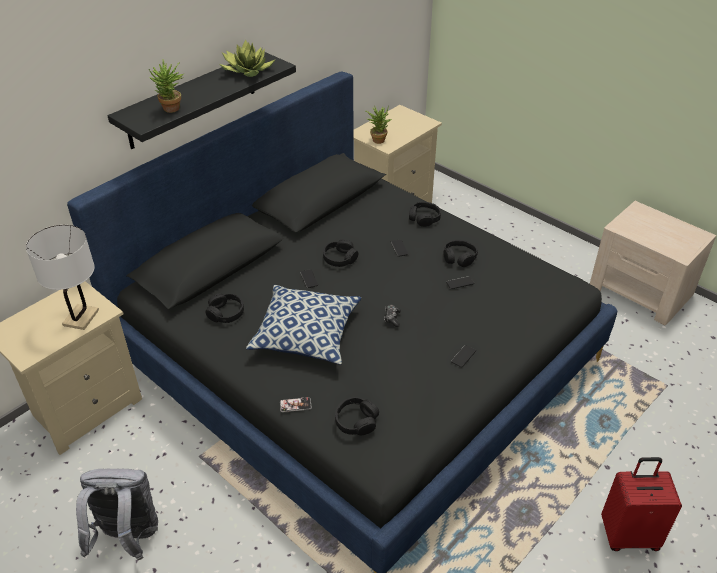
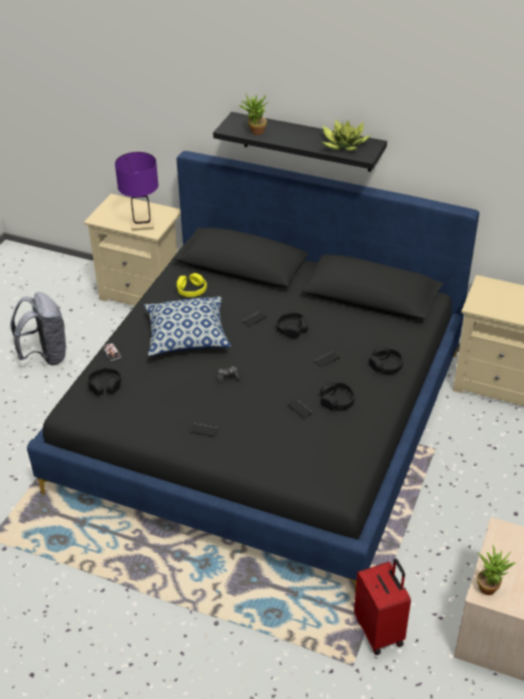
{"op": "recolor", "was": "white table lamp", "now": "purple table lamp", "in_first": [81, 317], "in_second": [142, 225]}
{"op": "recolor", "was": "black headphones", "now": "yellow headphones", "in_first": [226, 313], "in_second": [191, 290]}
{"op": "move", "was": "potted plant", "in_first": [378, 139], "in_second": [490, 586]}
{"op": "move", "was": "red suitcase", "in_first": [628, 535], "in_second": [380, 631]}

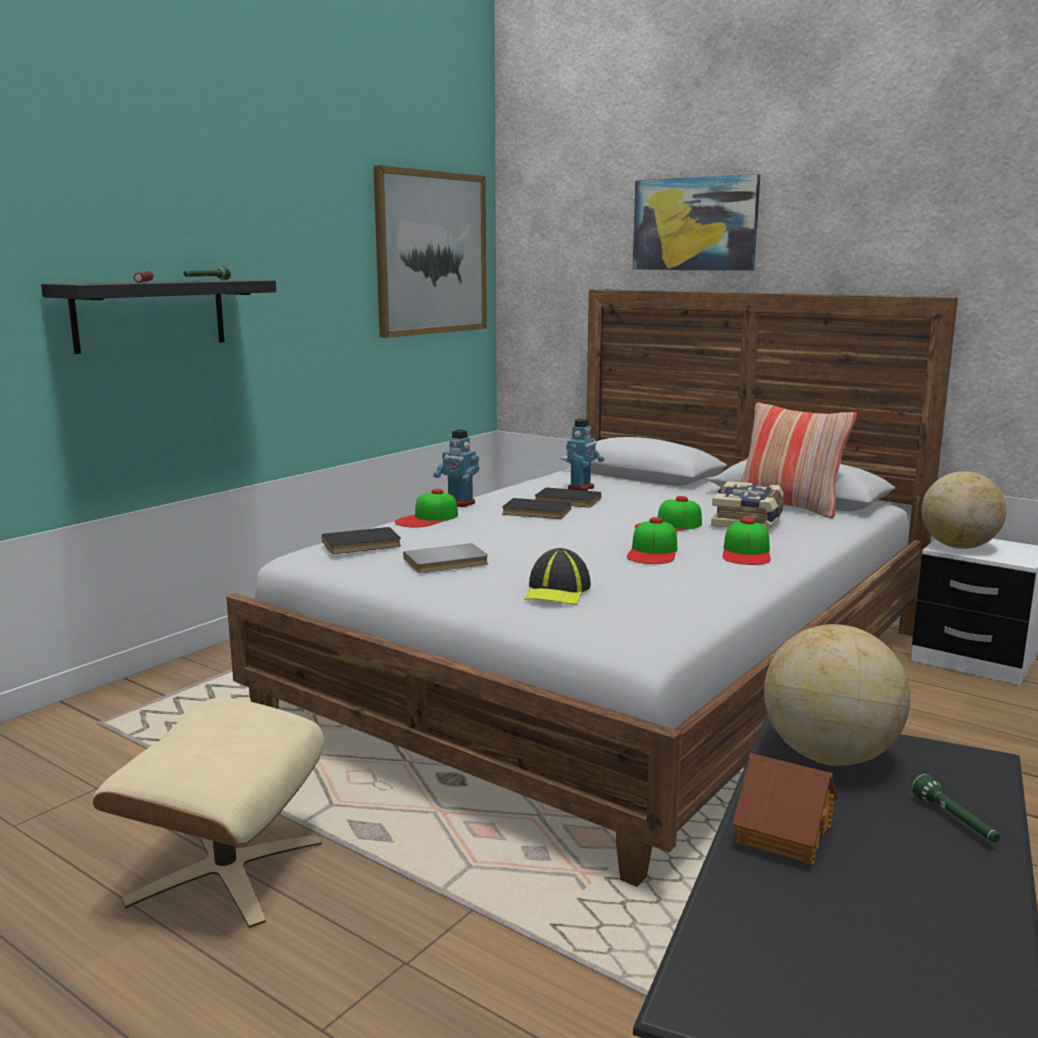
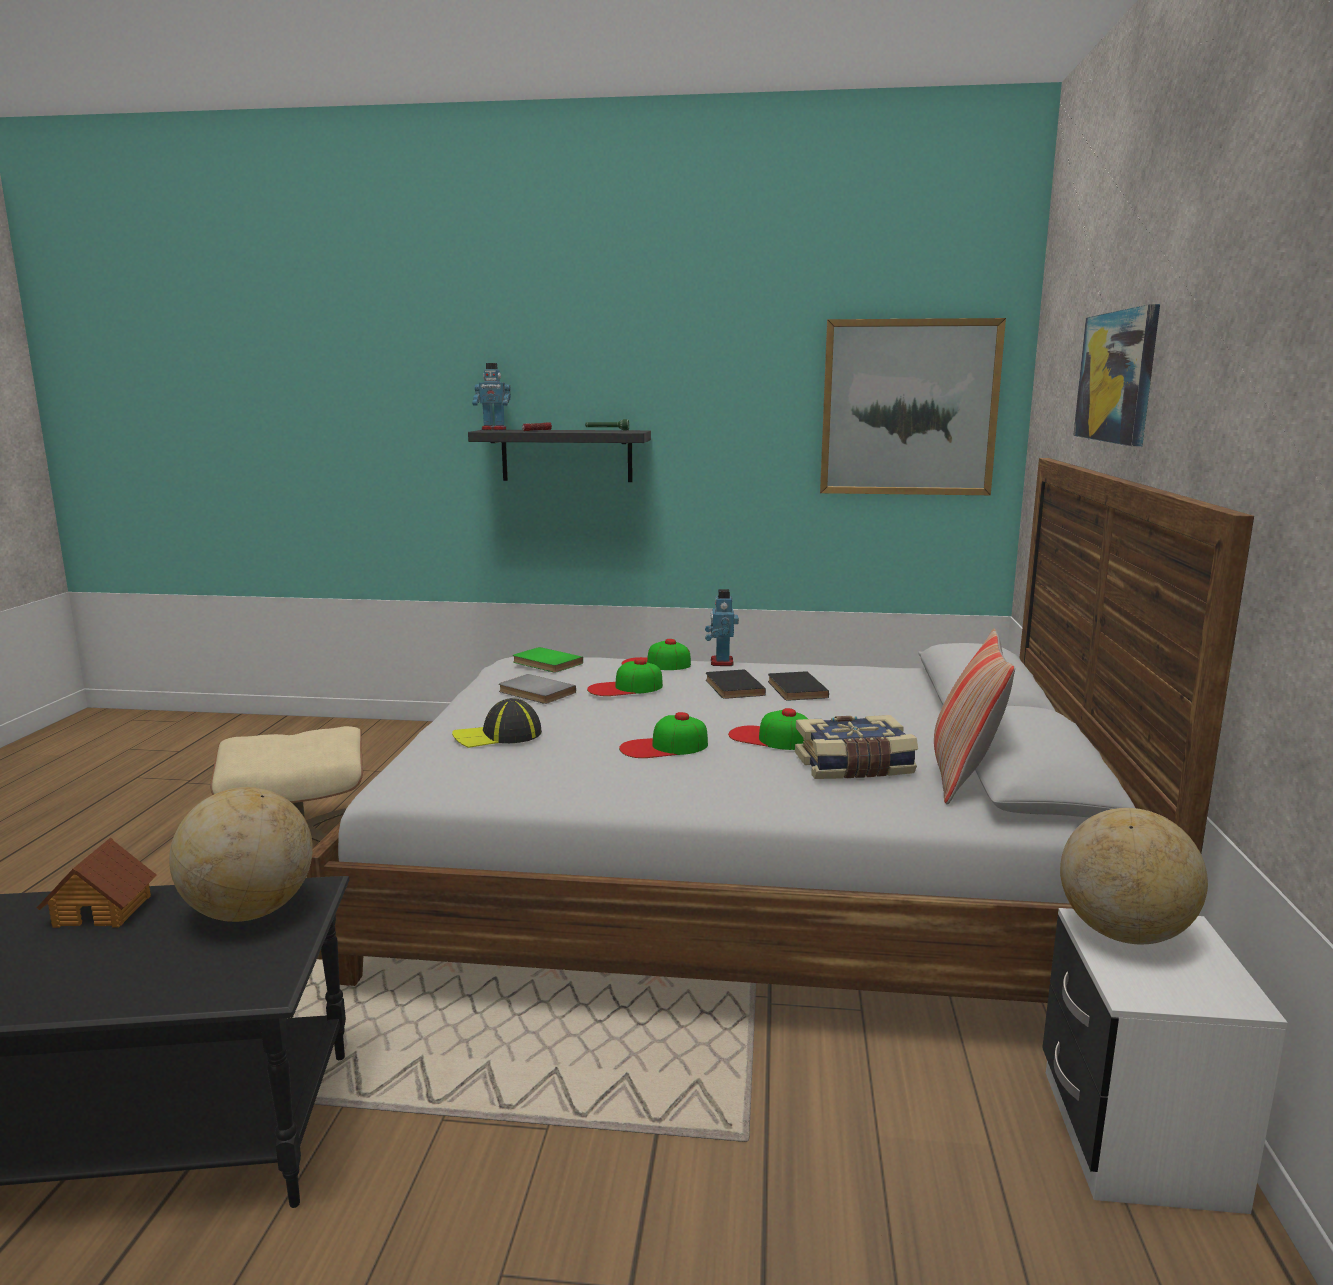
{"op": "recolor", "was": "black book", "now": "green book", "in_first": [362, 544], "in_second": [545, 663]}
{"op": "move", "was": "toy robot", "in_first": [581, 488], "in_second": [494, 429]}
{"op": "move", "was": "cap", "in_first": [746, 552], "in_second": [625, 688]}
{"op": "delete", "was": "green flashlight", "in_first": [955, 821]}

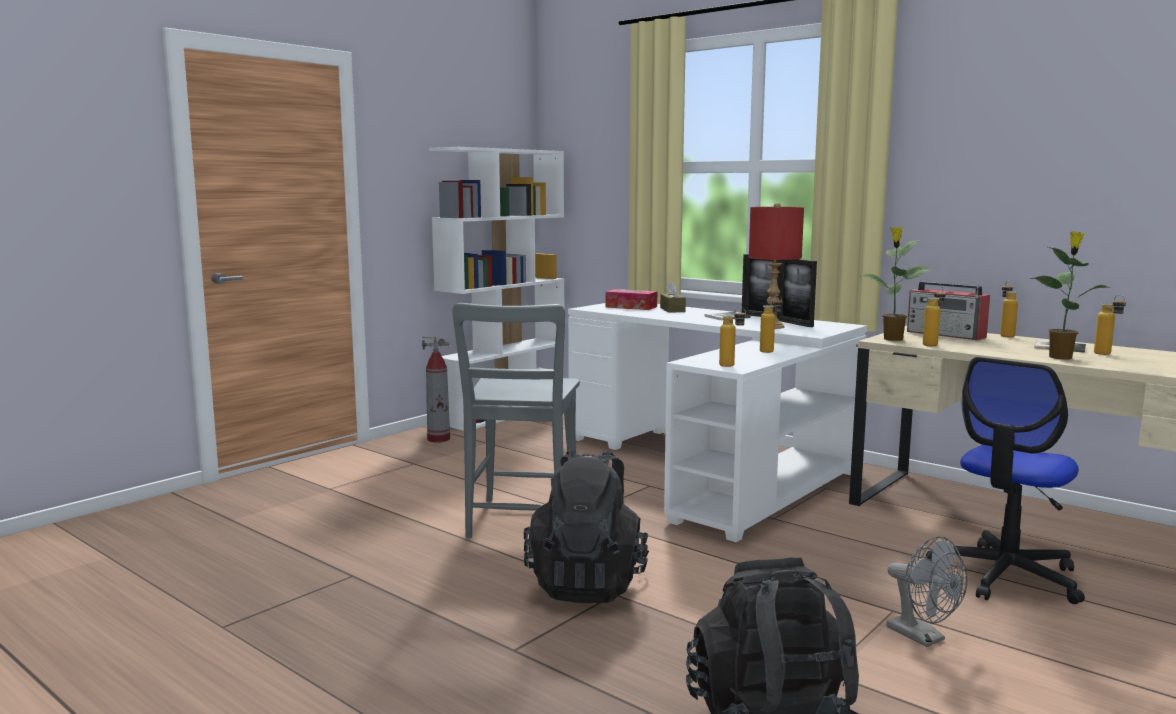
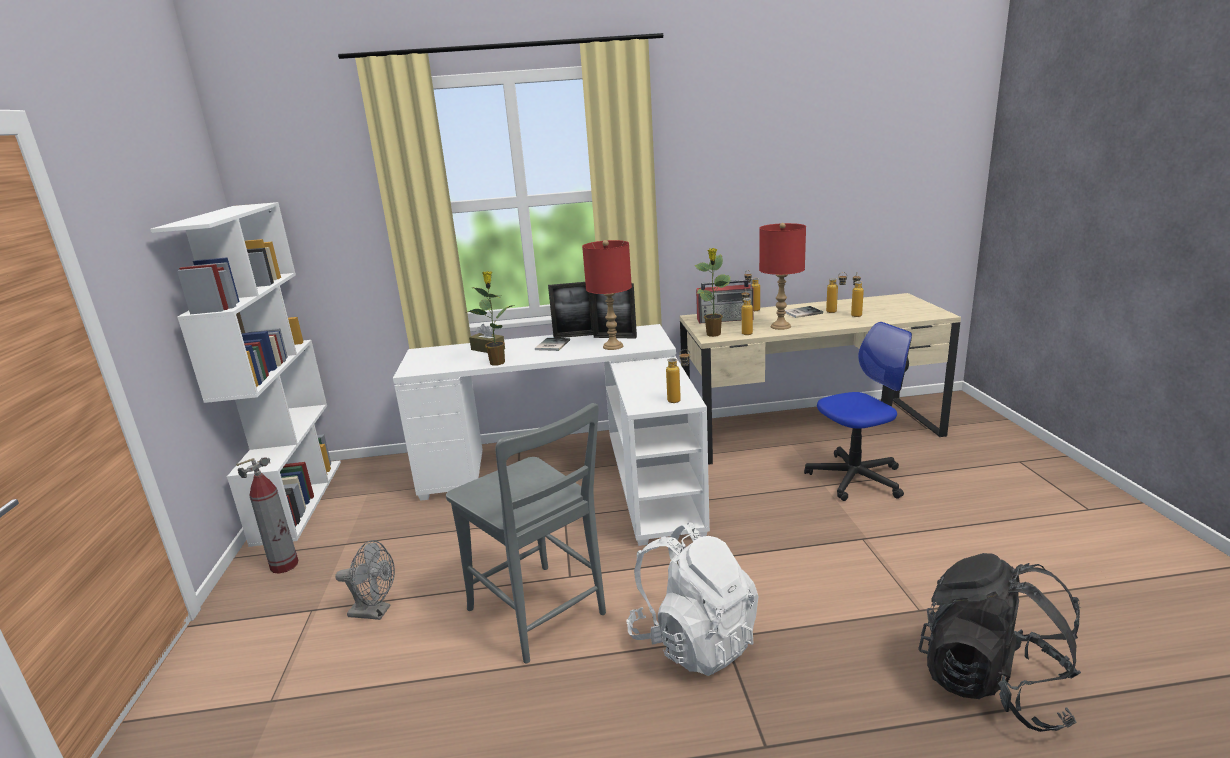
{"op": "recolor", "was": "black backpack", "now": "white backpack", "in_first": [588, 584], "in_second": [694, 641]}
{"op": "delete", "was": "tissue box", "in_first": [631, 307]}
{"op": "move", "was": "bottle", "in_first": [770, 351], "in_second": [855, 314]}
{"op": "move", "was": "grey fan", "in_first": [923, 637], "in_second": [375, 612]}
{"op": "rotate", "was": "office chair", "in_first": [1006, 575], "in_second": [855, 478], "clockwise": -105}
{"op": "move", "was": "potted plant", "in_first": [1061, 357], "in_second": [497, 362]}
{"op": "insert", "now": "red table lamp", "in_second": [780, 326]}

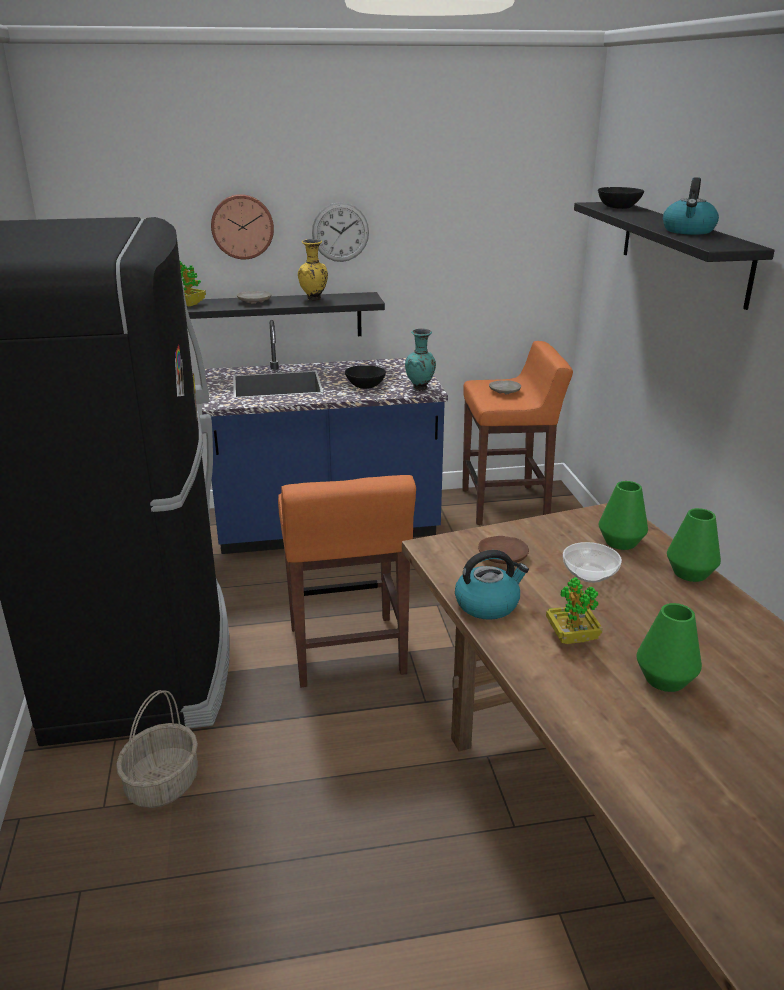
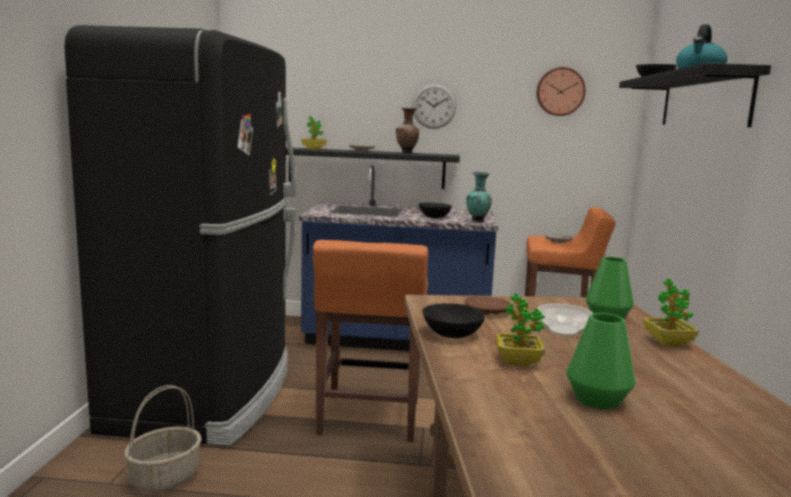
{"op": "move", "was": "wall clock", "in_first": [242, 226], "in_second": [560, 91]}
{"op": "recolor", "was": "yellow vase", "now": "brown vase", "in_first": [314, 299], "in_second": [407, 153]}
{"op": "replace", "was": "kettle", "now": "black bowl", "in_first": [488, 604], "in_second": [451, 334]}
{"op": "replace", "was": "green vase", "now": "potted plant", "in_first": [690, 573], "in_second": [668, 342]}

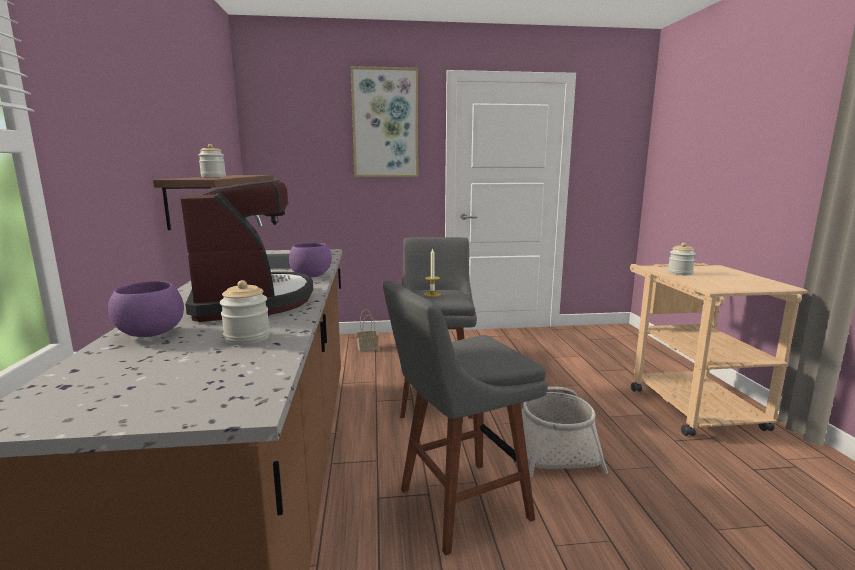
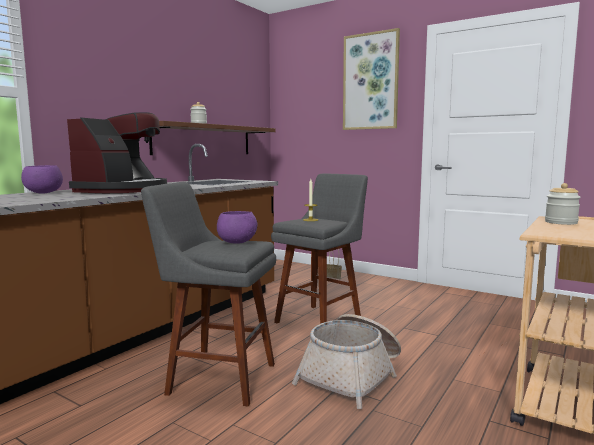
{"op": "delete", "was": "jar", "in_first": [247, 338]}
{"op": "move", "was": "purple bowl", "in_first": [312, 276], "in_second": [237, 243]}

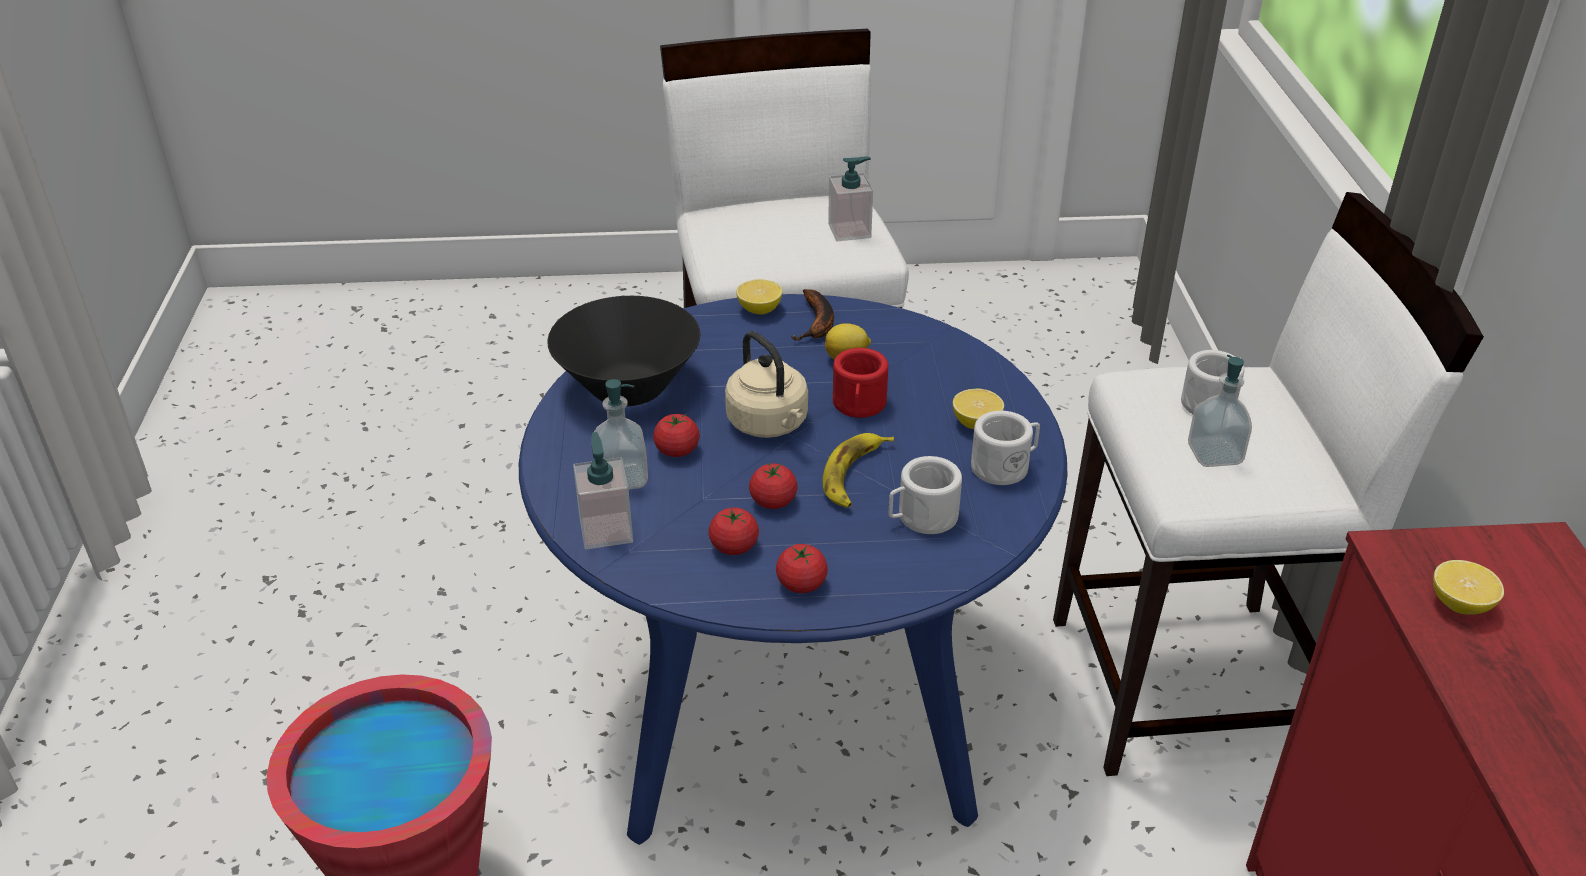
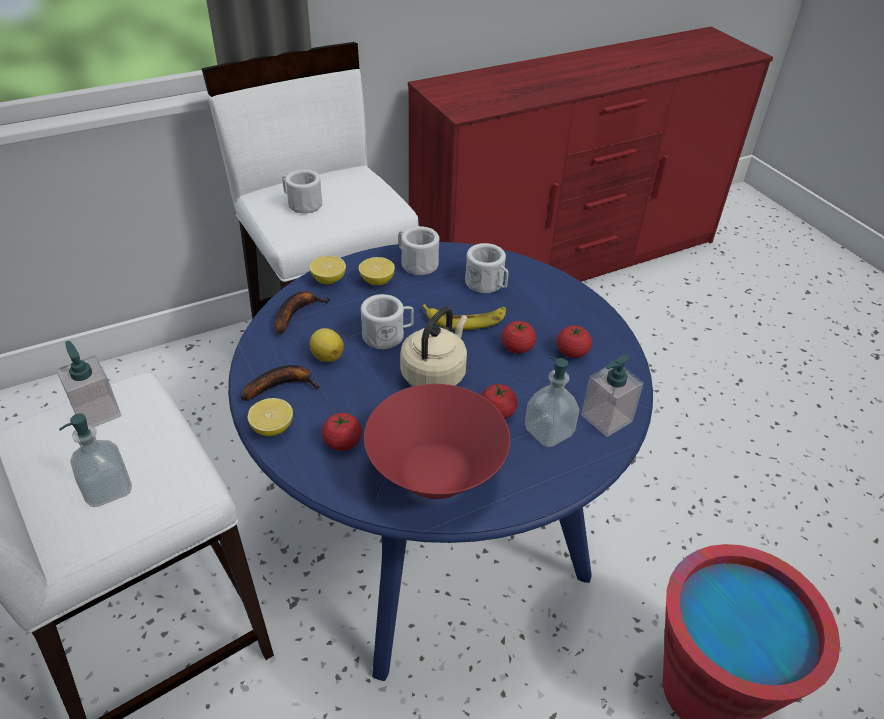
{"op": "recolor", "was": "black bowl", "now": "red bowl", "in_first": [629, 388], "in_second": [435, 473]}
{"op": "move", "was": "tomato", "in_first": [801, 584], "in_second": [343, 442]}
{"op": "recolor", "was": "red mug", "now": "white mug", "in_first": [858, 407], "in_second": [388, 335]}
{"op": "move", "was": "soap dispenser", "in_first": [1214, 454], "in_second": [108, 489]}
{"op": "move", "was": "lemon", "in_first": [1460, 604], "in_second": [329, 279]}
{"op": "insert", "now": "banana", "in_second": [296, 313]}

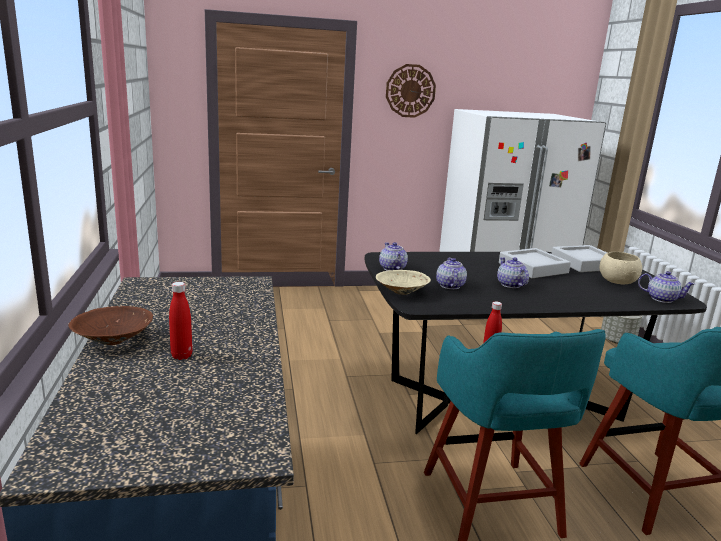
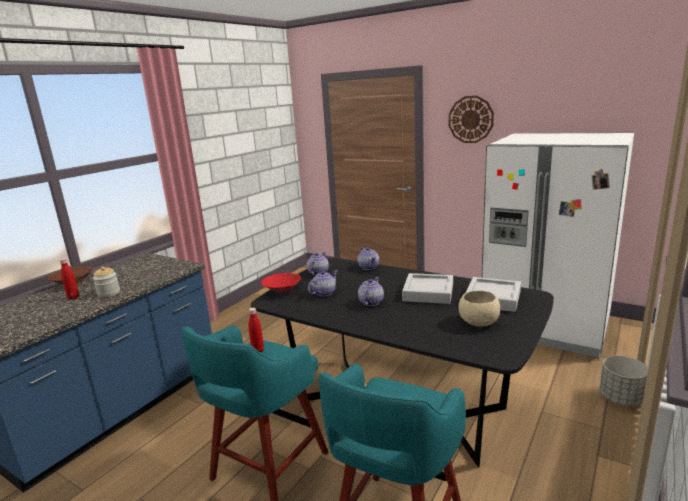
{"op": "recolor", "was": "beige bowl", "now": "red bowl", "in_first": [400, 292], "in_second": [282, 290]}
{"op": "move", "was": "teapot", "in_first": [661, 299], "in_second": [368, 267]}
{"op": "insert", "now": "jar", "in_second": [109, 293]}

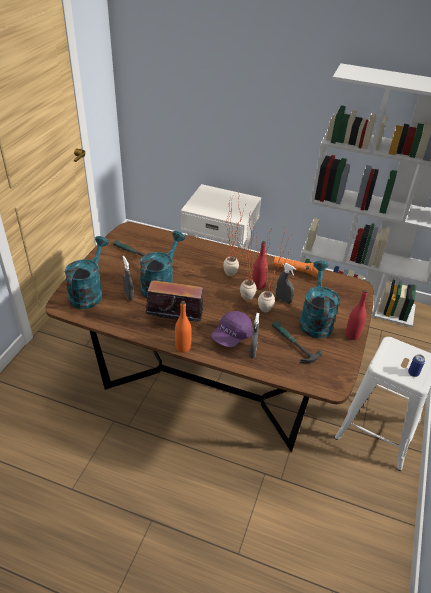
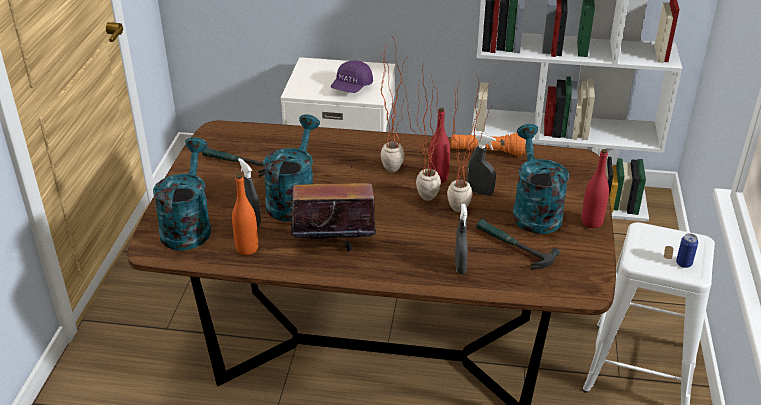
{"op": "move", "was": "orange bottle", "in_first": [183, 347], "in_second": [247, 249]}
{"op": "move", "was": "purple cap", "in_first": [231, 336], "in_second": [351, 87]}

